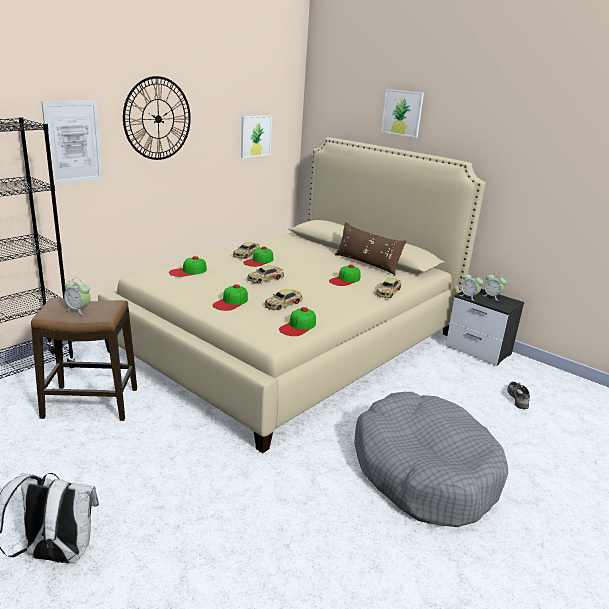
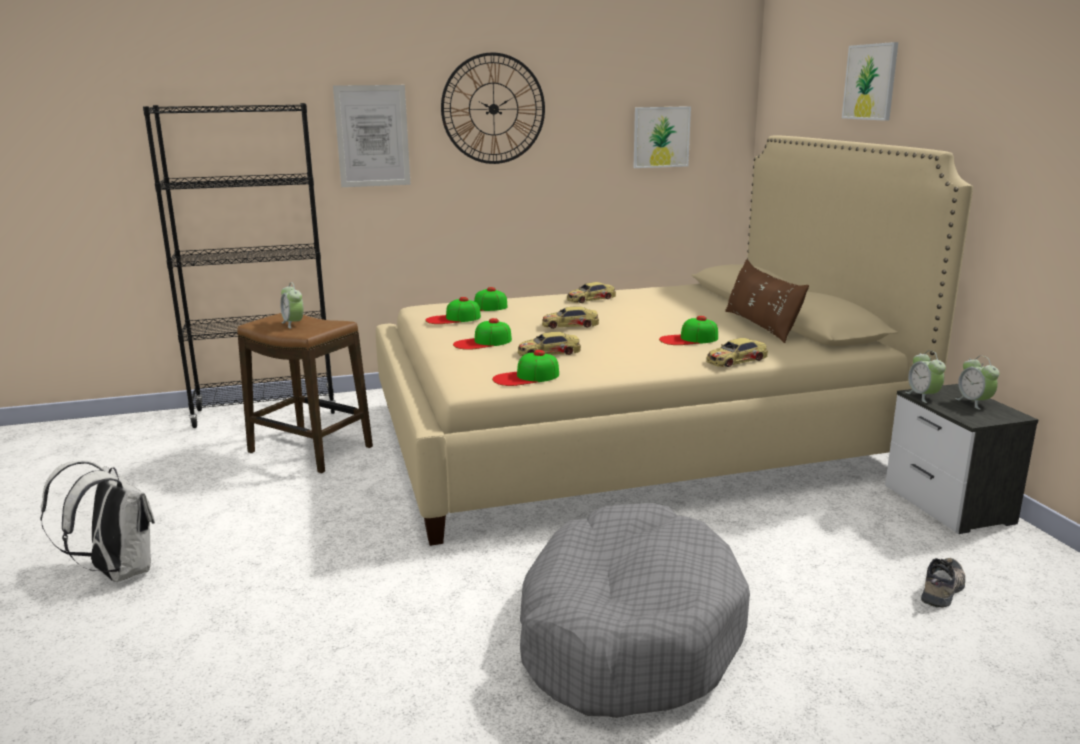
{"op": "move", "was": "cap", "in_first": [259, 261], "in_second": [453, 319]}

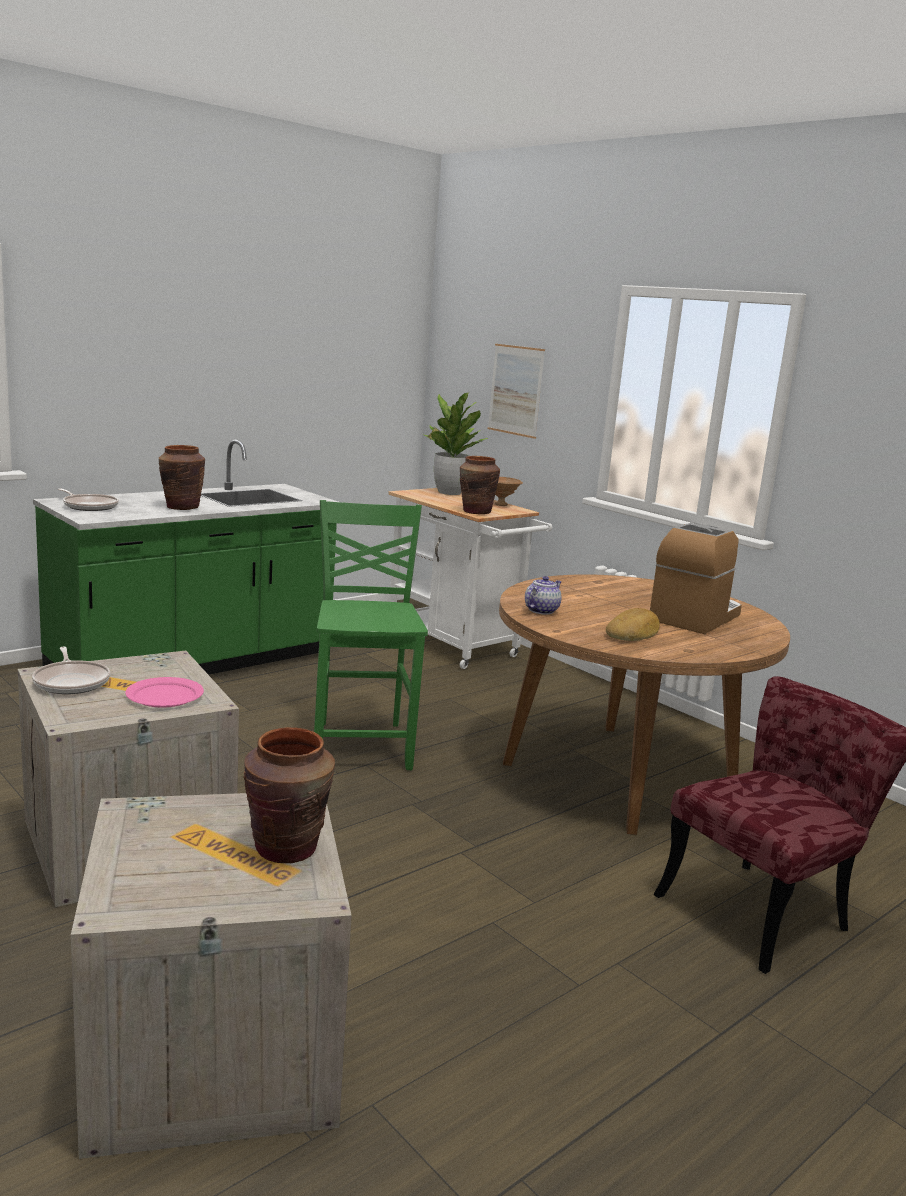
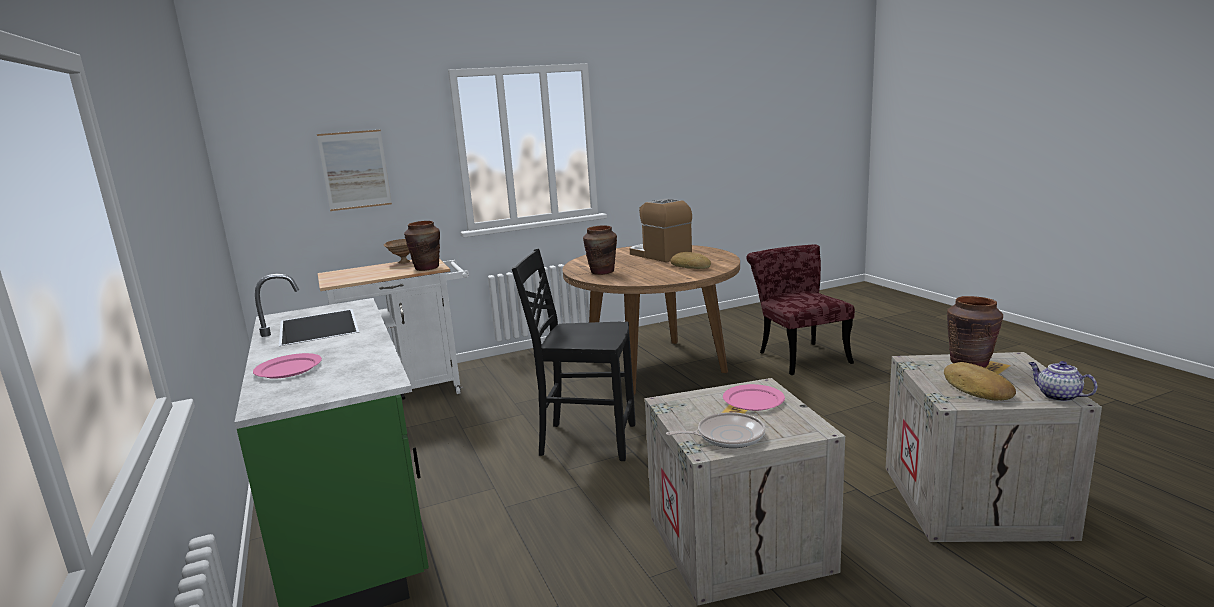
{"op": "delete", "was": "frying pan", "in_first": [89, 506]}
{"op": "move", "was": "brown vase", "in_first": [182, 507], "in_second": [602, 272]}
{"op": "recolor", "was": "green chair", "now": "black chair", "in_first": [361, 744], "in_second": [586, 440]}
{"op": "delete", "was": "potted plant", "in_first": [449, 492]}
{"op": "move", "was": "teapot", "in_first": [541, 610], "in_second": [1057, 396]}
{"op": "insert", "now": "pink plate", "in_second": [289, 368]}
{"op": "insert", "now": "bread", "in_second": [976, 388]}

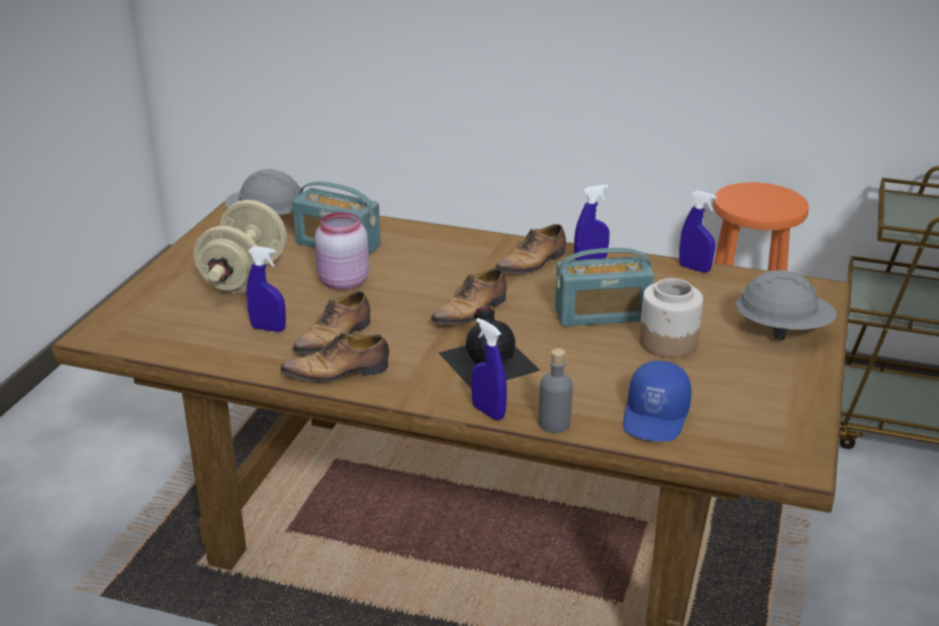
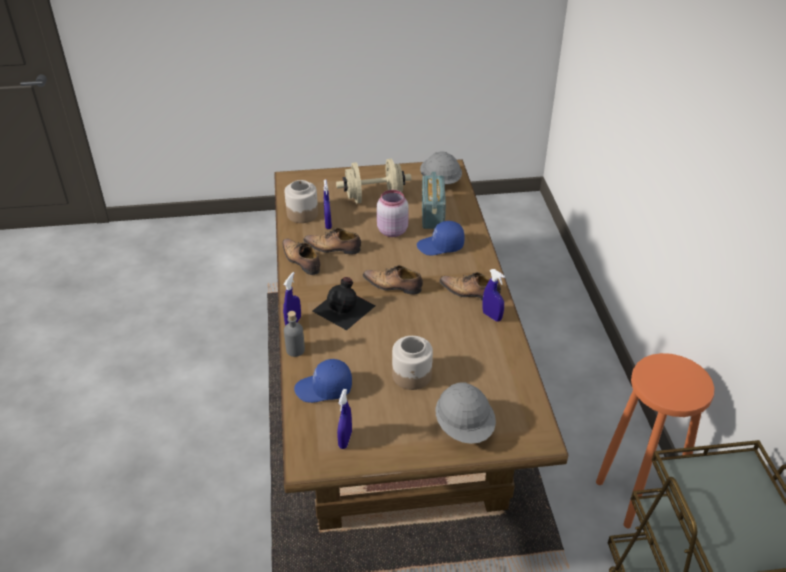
{"op": "delete", "was": "radio", "in_first": [602, 315]}
{"op": "move", "was": "blue spray bottle", "in_first": [694, 268], "in_second": [345, 440]}
{"op": "insert", "now": "jar", "in_second": [302, 214]}
{"op": "insert", "now": "blue cap", "in_second": [440, 246]}

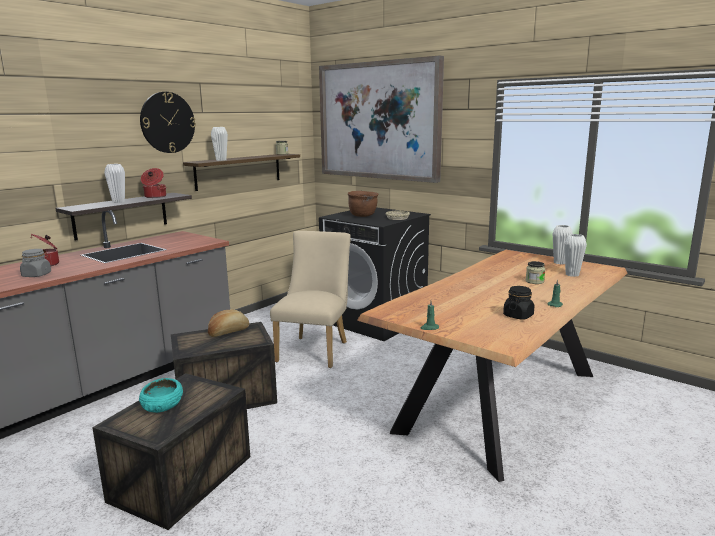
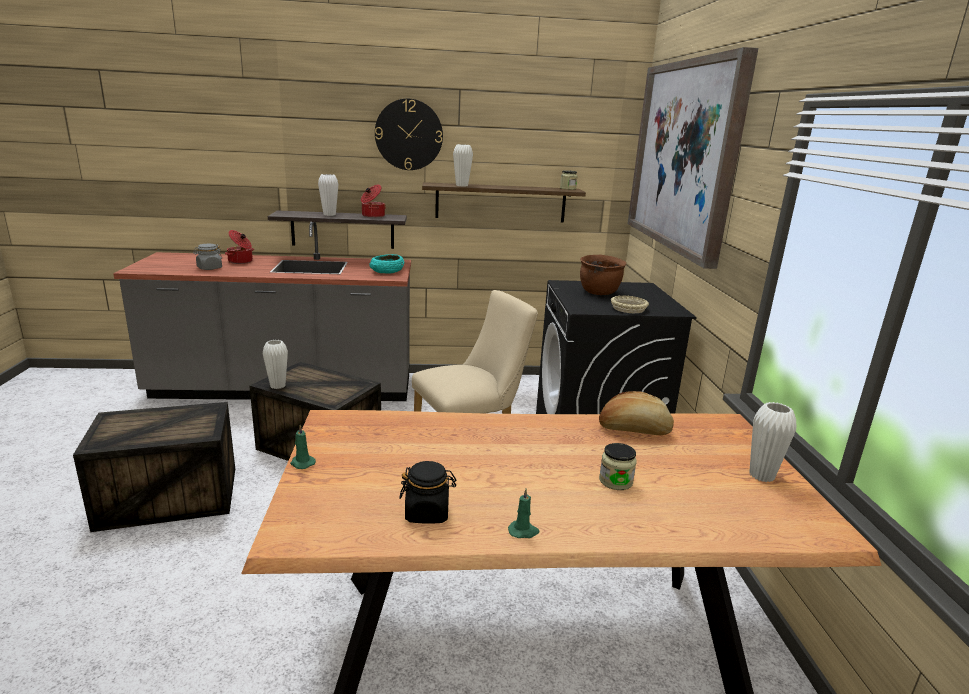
{"op": "move", "was": "turquoise bowl", "in_first": [162, 404], "in_second": [387, 271]}
{"op": "move", "was": "bread", "in_first": [228, 332], "in_second": [634, 430]}
{"op": "move", "was": "white vase", "in_first": [572, 274], "in_second": [278, 386]}

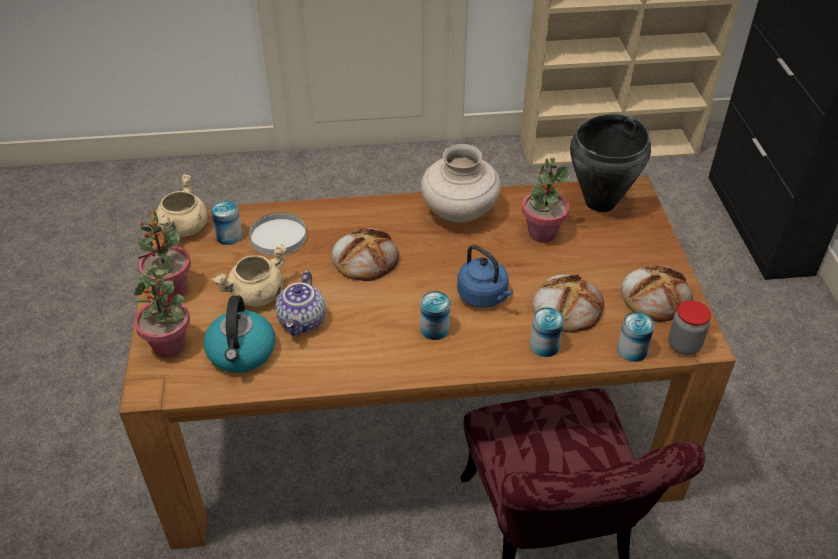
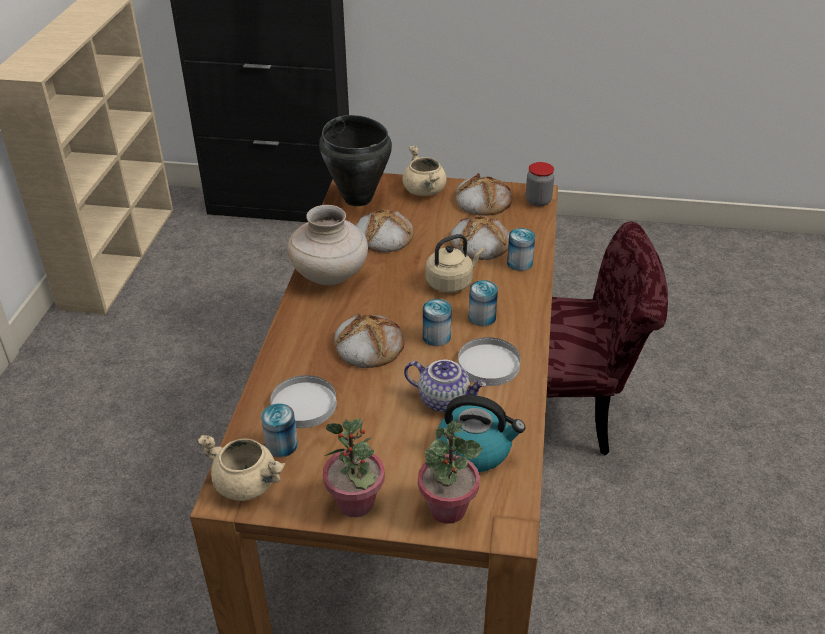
{"op": "move", "was": "beige cooking pot", "in_first": [257, 295], "in_second": [425, 191]}
{"op": "recolor", "was": "blue kettle", "now": "beige kettle", "in_first": [484, 296], "in_second": [451, 282]}
{"op": "replace", "was": "potted plant", "now": "bread", "in_first": [542, 233], "in_second": [383, 236]}
{"op": "move", "was": "can", "in_first": [632, 350], "in_second": [436, 337]}
{"op": "insert", "now": "white plate", "in_second": [488, 364]}

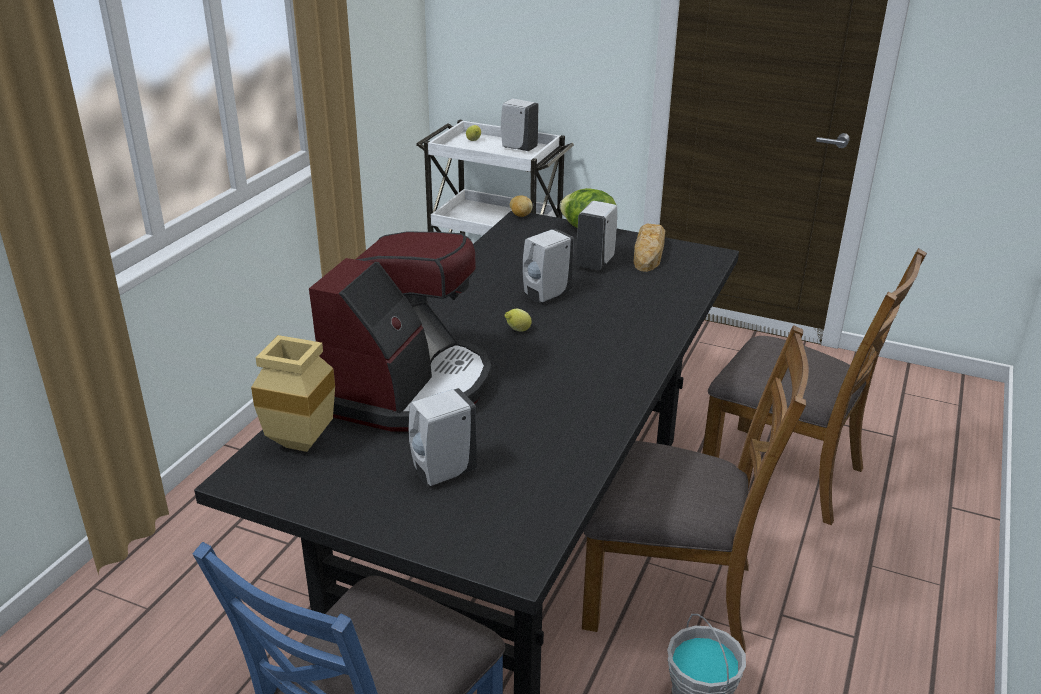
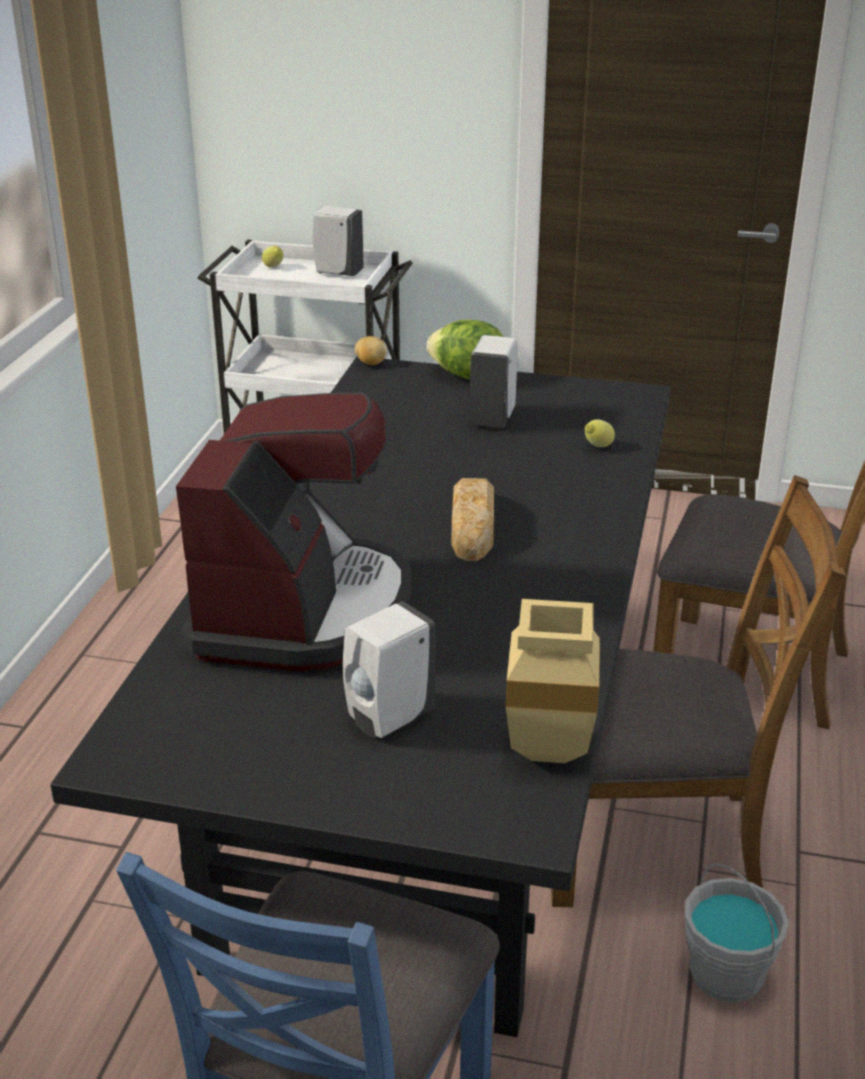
{"op": "move", "was": "beige vase", "in_first": [305, 443], "in_second": [554, 750]}
{"op": "move", "was": "lemon", "in_first": [517, 330], "in_second": [597, 447]}
{"op": "delete", "was": "white soap dispenser", "in_first": [545, 295]}
{"op": "move", "was": "bread", "in_first": [649, 253], "in_second": [472, 525]}

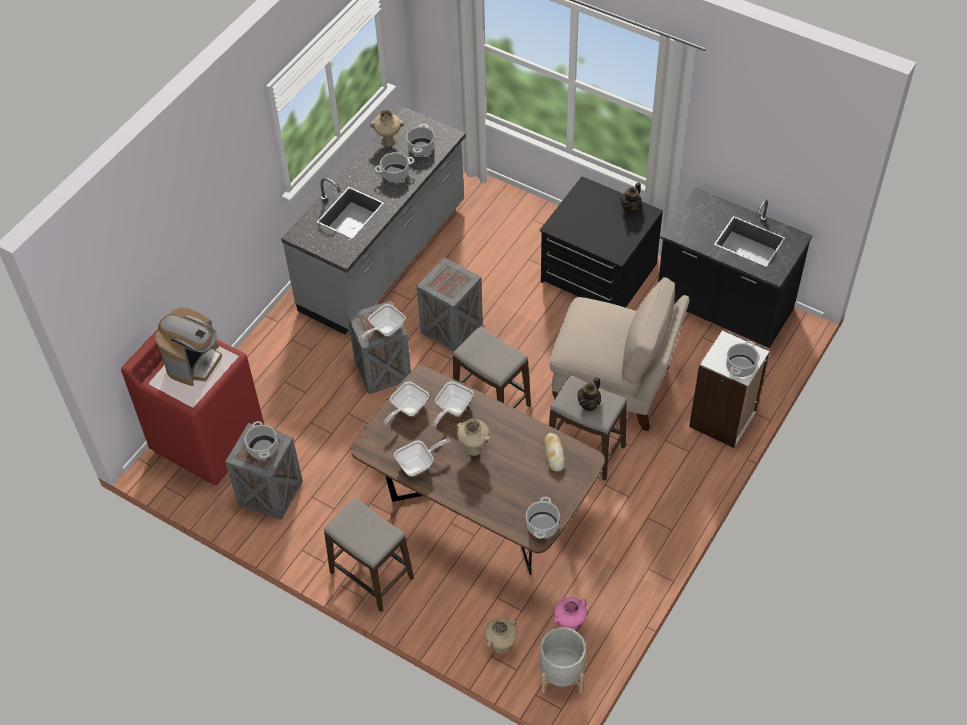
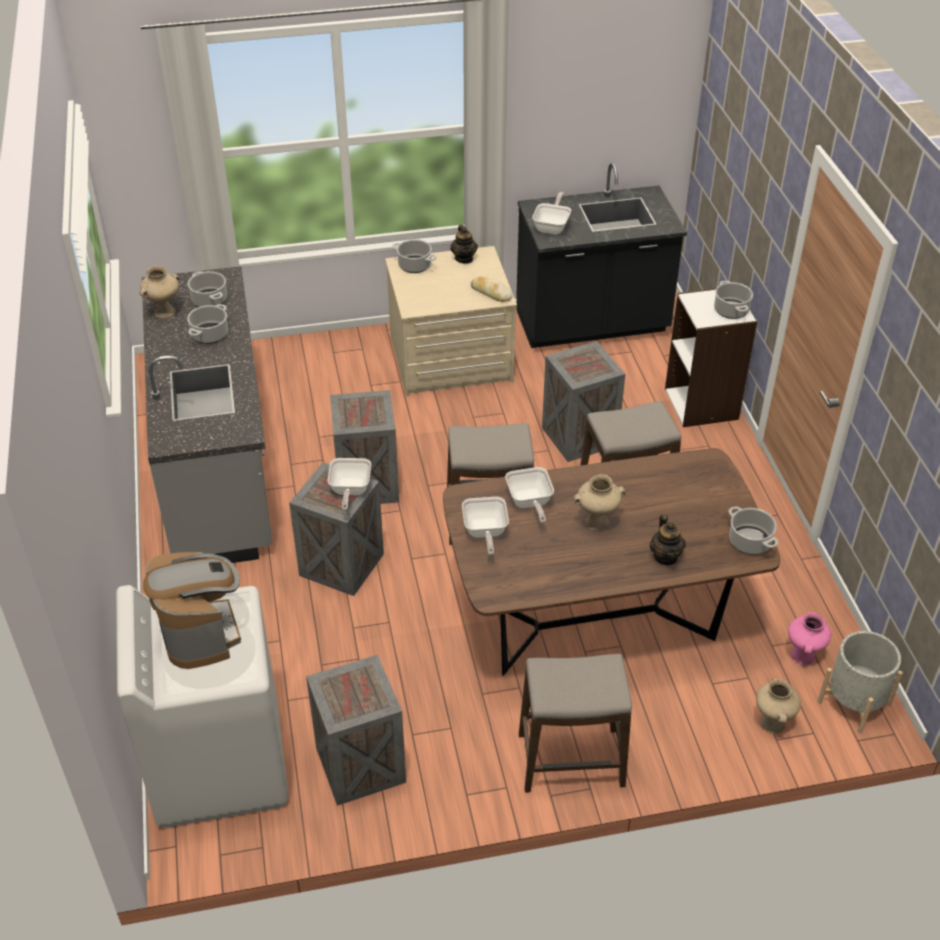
{"op": "recolor", "was": "red washing machine", "now": "white washing machine", "in_first": [209, 439], "in_second": [219, 765]}
{"op": "move", "was": "cooking pot", "in_first": [263, 448], "in_second": [415, 265]}
{"op": "move", "was": "frying pan", "in_first": [419, 464], "in_second": [552, 226]}
{"op": "recolor", "was": "black dresser", "now": "beige dresser", "in_first": [597, 274], "in_second": [451, 360]}
{"op": "move", "was": "bread", "in_first": [554, 454], "in_second": [491, 293]}
{"op": "replace", "was": "beige chair", "now": "crate", "in_first": [614, 386], "in_second": [581, 437]}
{"op": "move", "was": "teapot", "in_first": [589, 404], "in_second": [666, 556]}

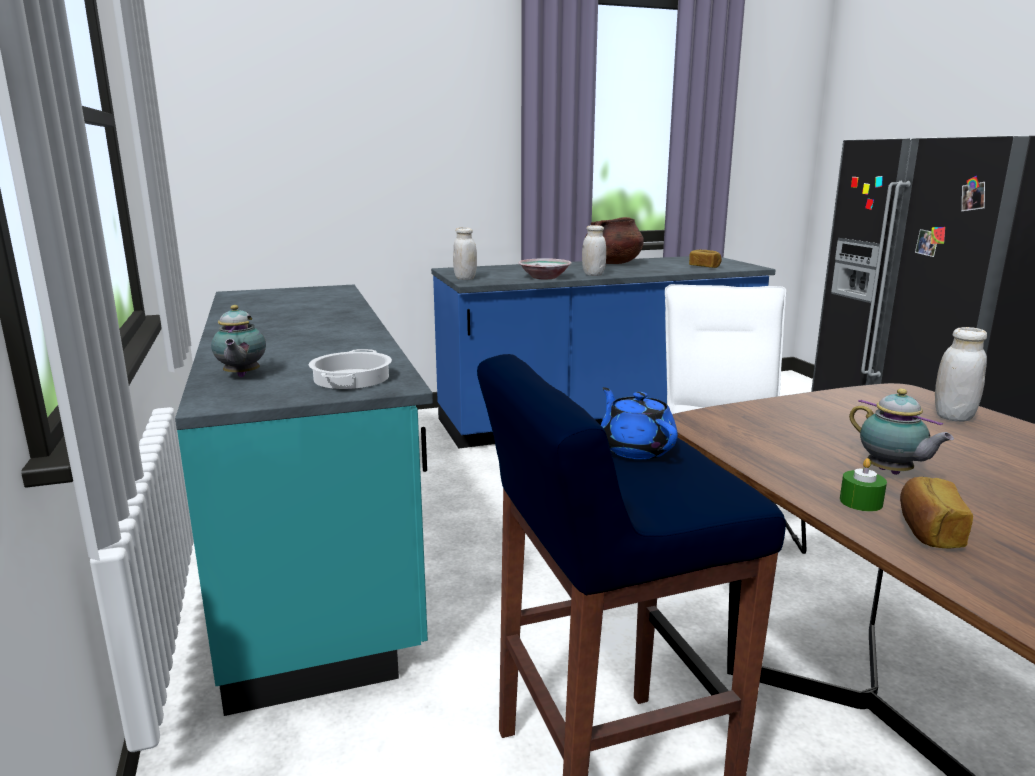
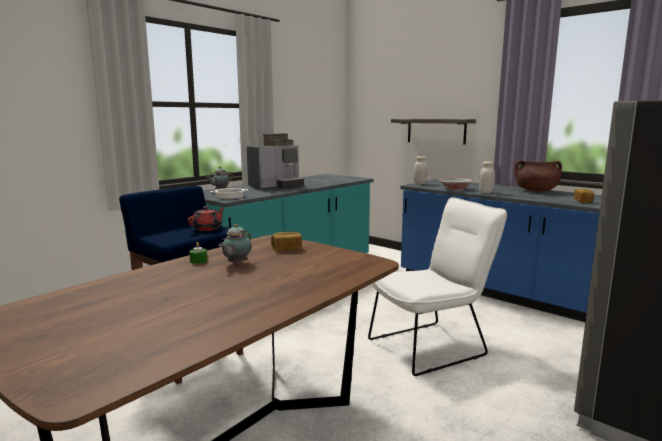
{"op": "recolor", "was": "blue teapot", "now": "red teapot", "in_first": [636, 449], "in_second": [207, 229]}
{"op": "move", "was": "bread", "in_first": [927, 531], "in_second": [287, 248]}
{"op": "delete", "was": "white jar", "in_first": [953, 417]}
{"op": "insert", "now": "coffee machine", "in_second": [277, 186]}
{"op": "insert", "now": "shelf", "in_second": [436, 131]}

